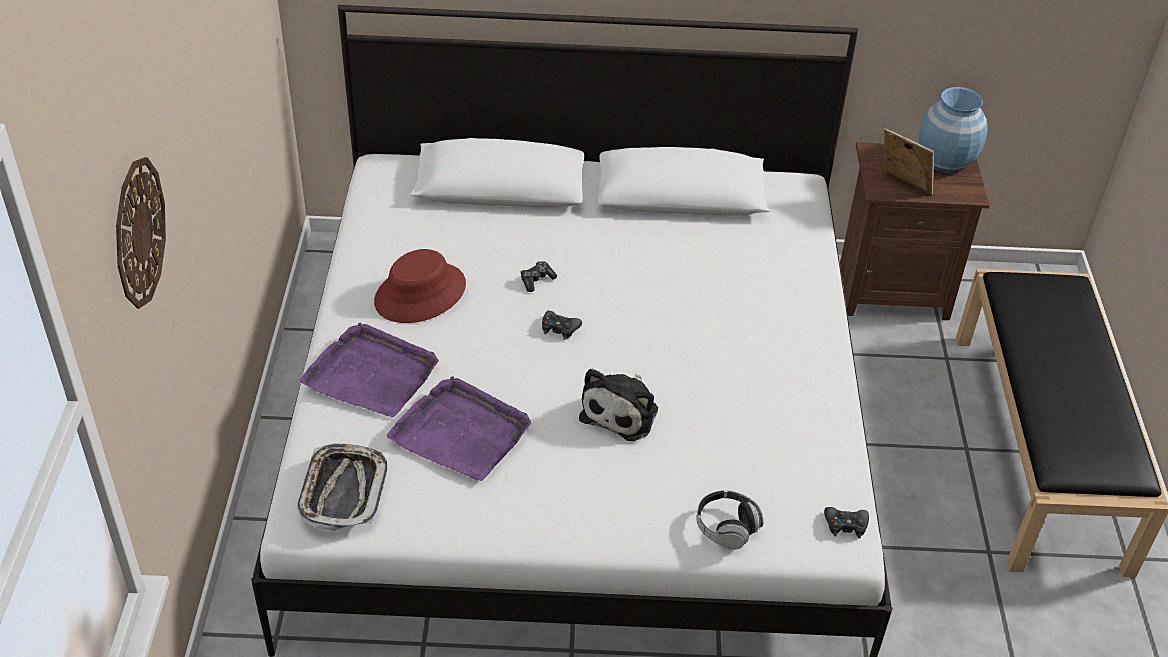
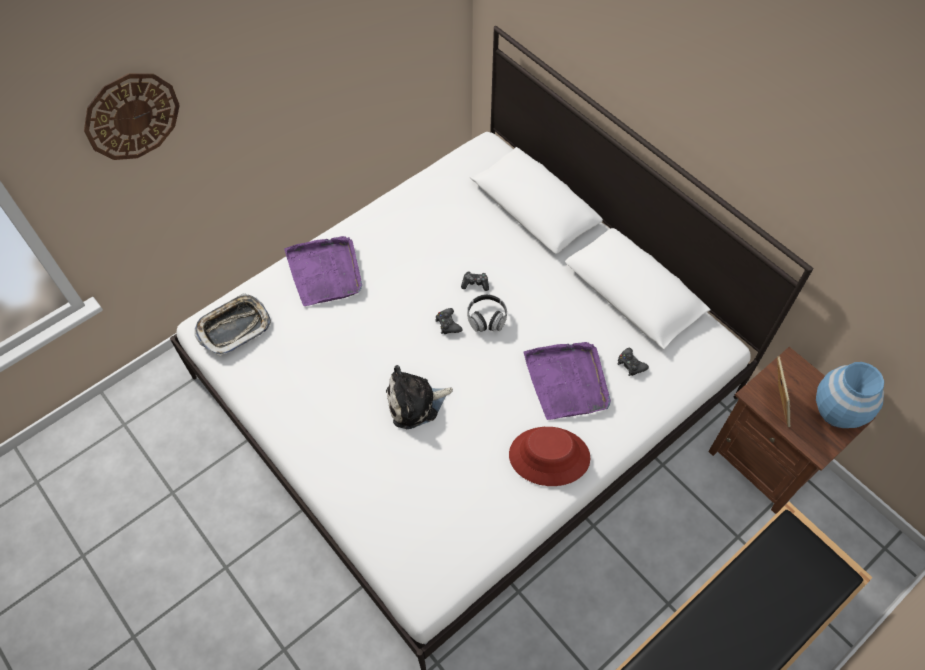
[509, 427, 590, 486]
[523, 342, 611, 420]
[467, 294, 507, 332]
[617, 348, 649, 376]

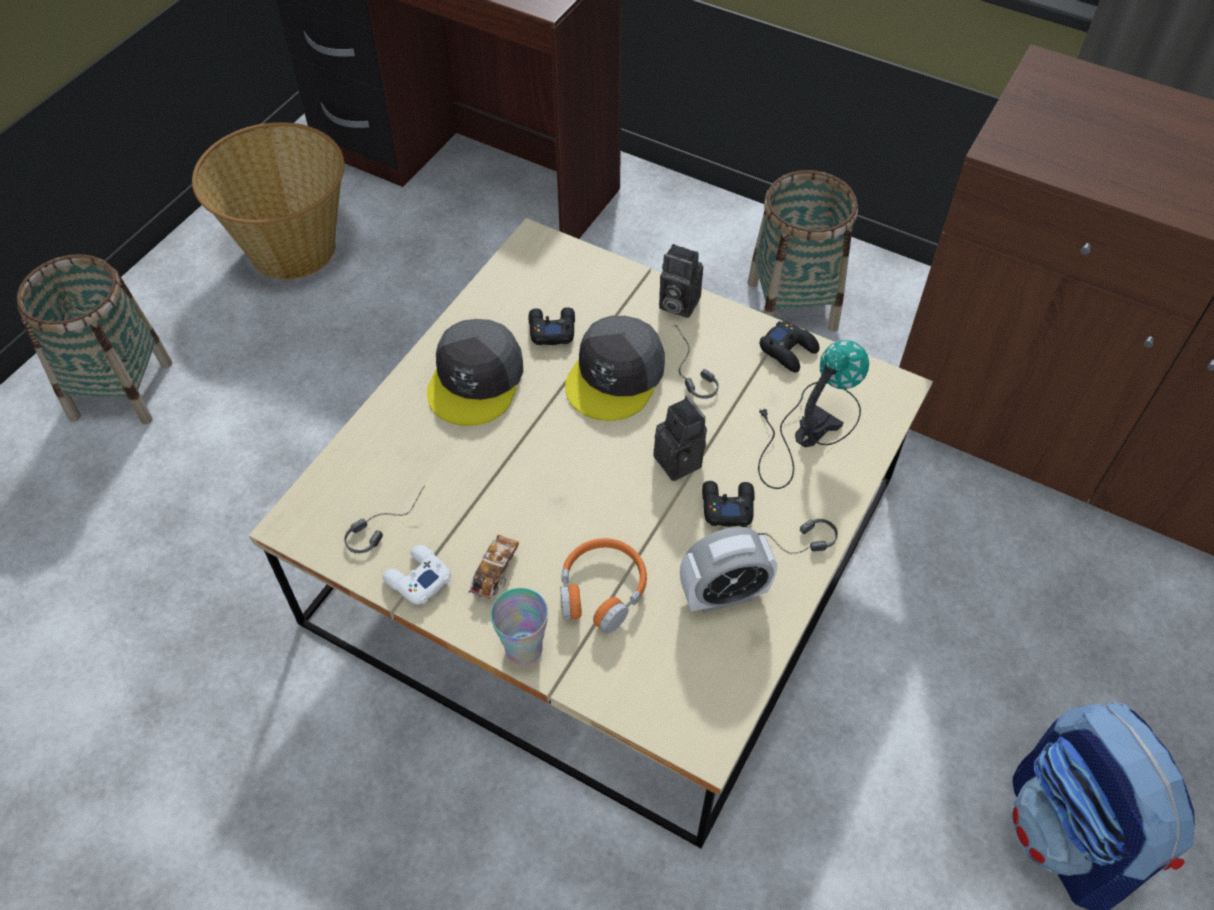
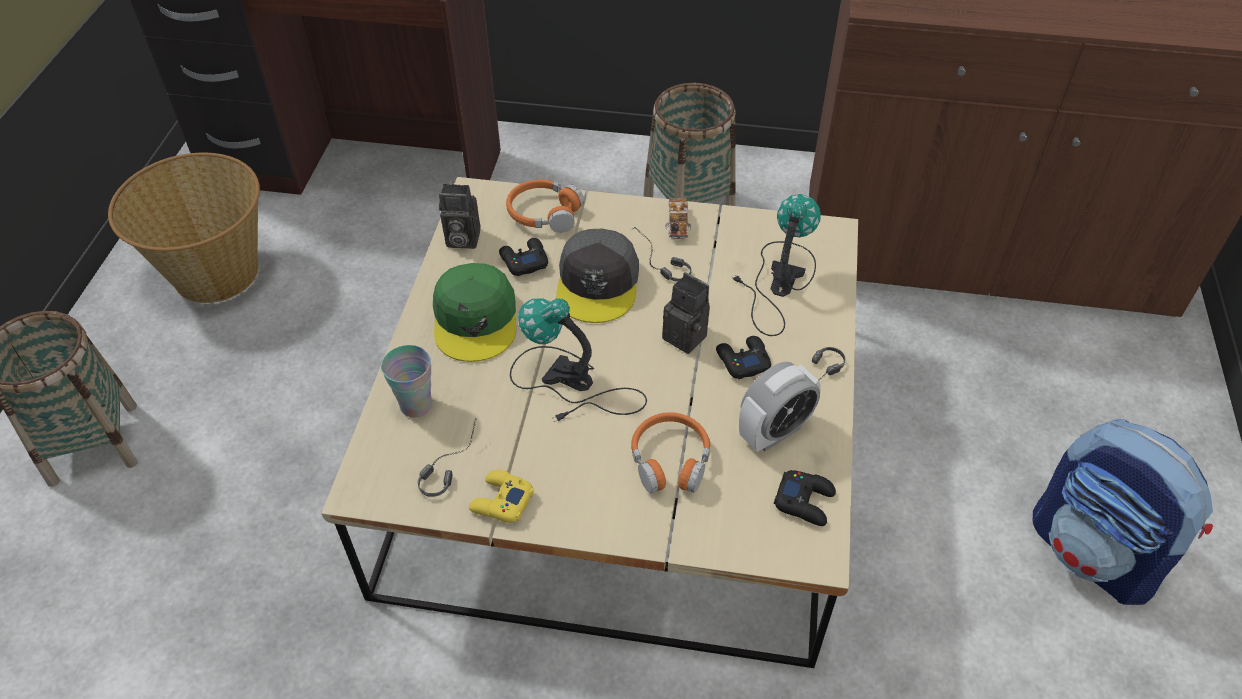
[469, 470, 534, 523]
[433, 263, 516, 362]
[665, 198, 691, 239]
[381, 345, 432, 418]
[439, 184, 481, 249]
[774, 470, 836, 526]
[506, 180, 585, 233]
[510, 298, 647, 422]

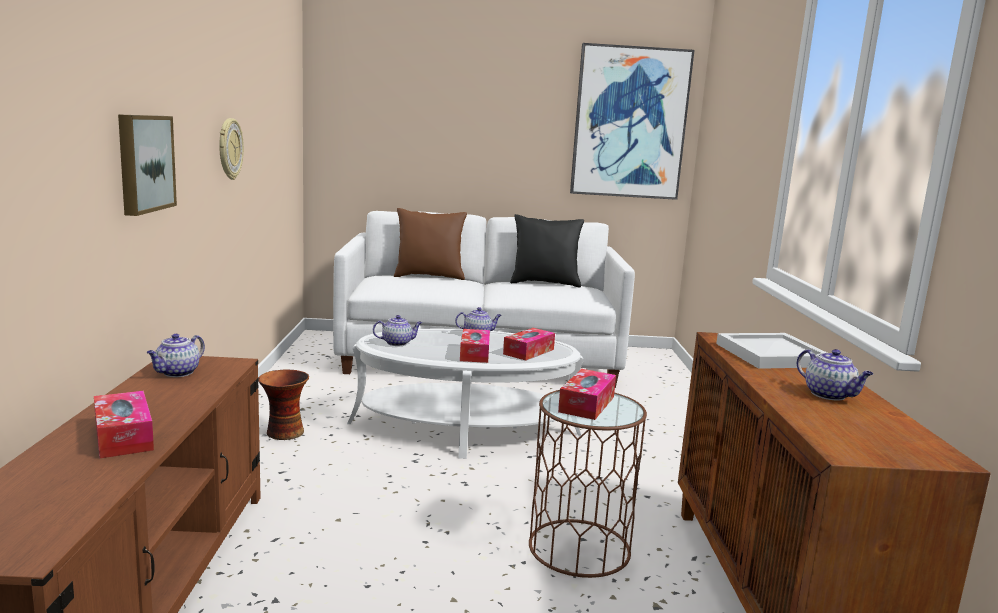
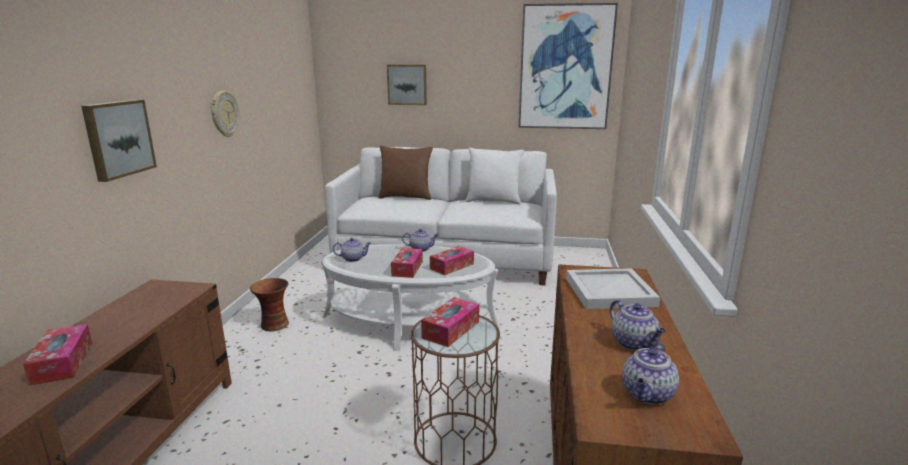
[622, 343, 679, 404]
[466, 147, 524, 205]
[387, 65, 427, 105]

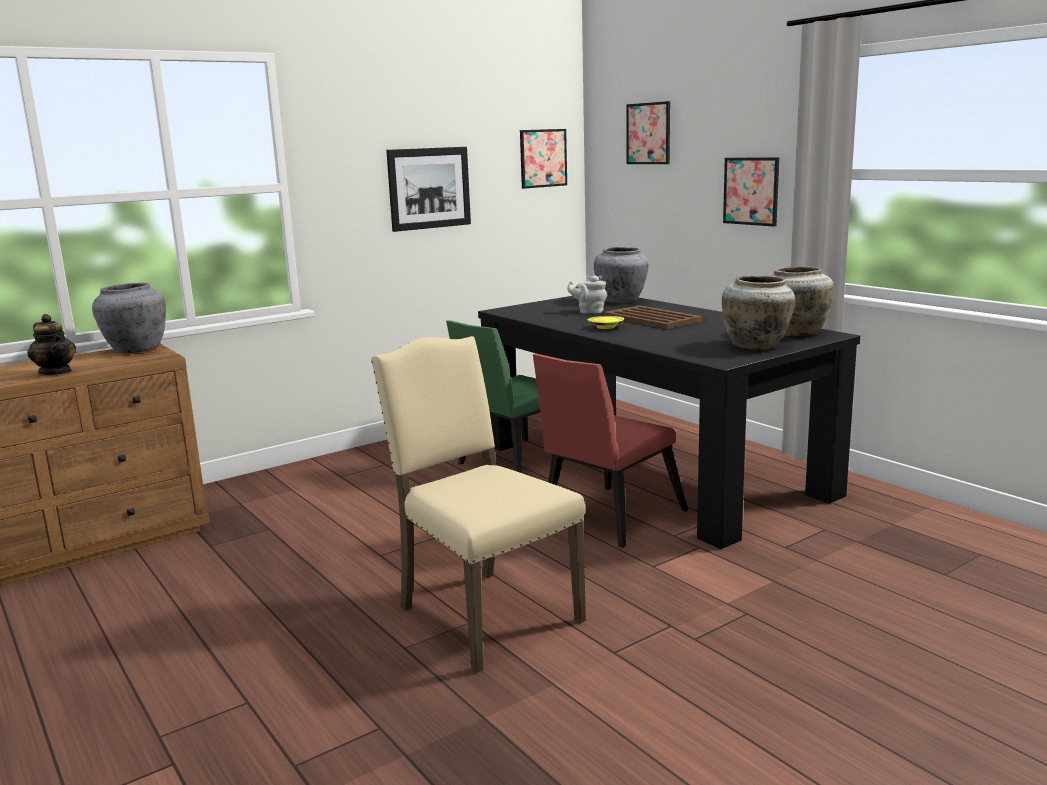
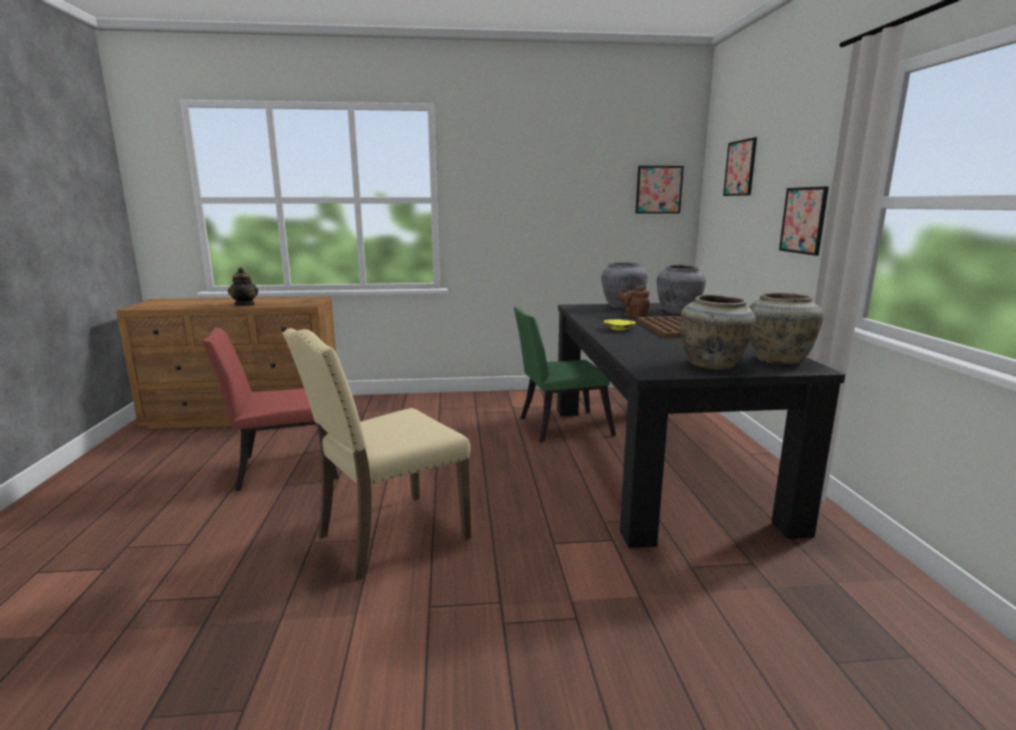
[601, 262, 647, 308]
[282, 328, 471, 581]
[386, 147, 471, 232] (first image)
[203, 328, 339, 491]
[618, 285, 650, 318]

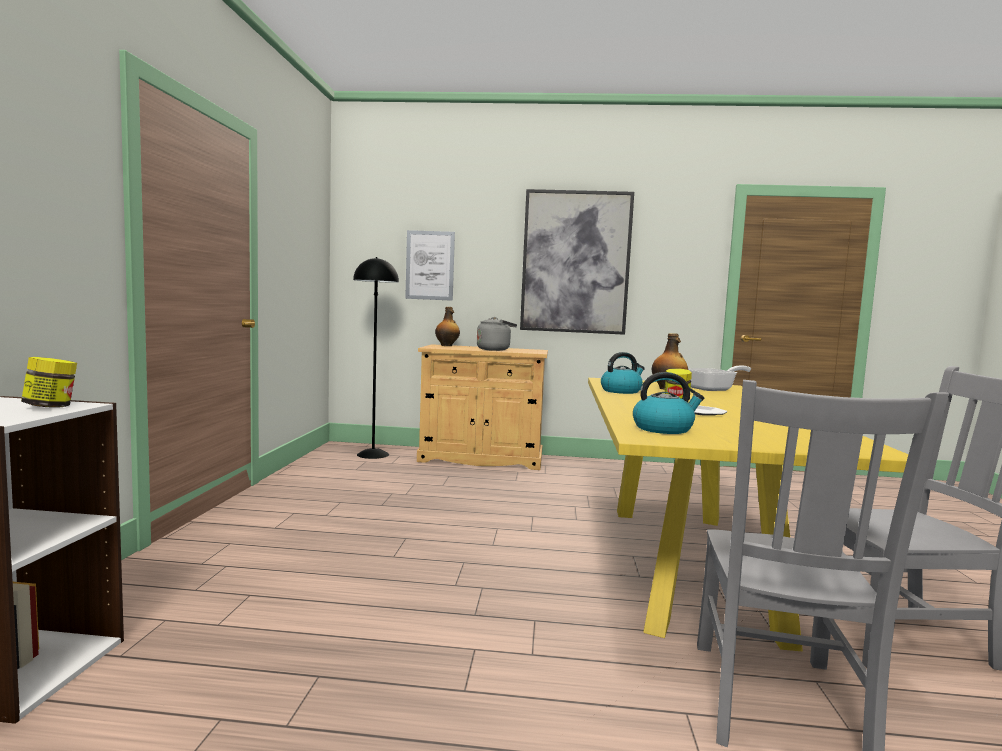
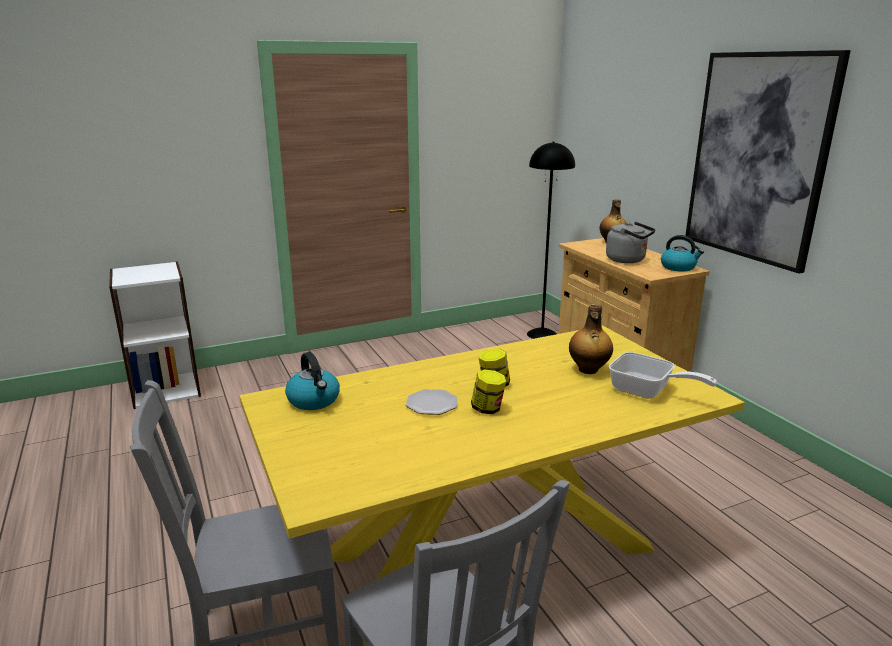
[471, 370, 506, 414]
[405, 230, 455, 301] (first image)
[661, 235, 704, 272]

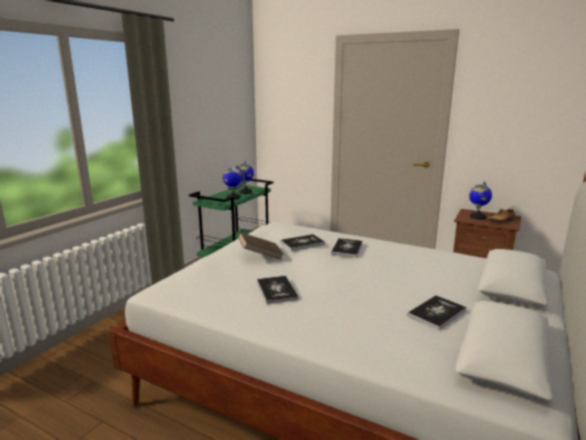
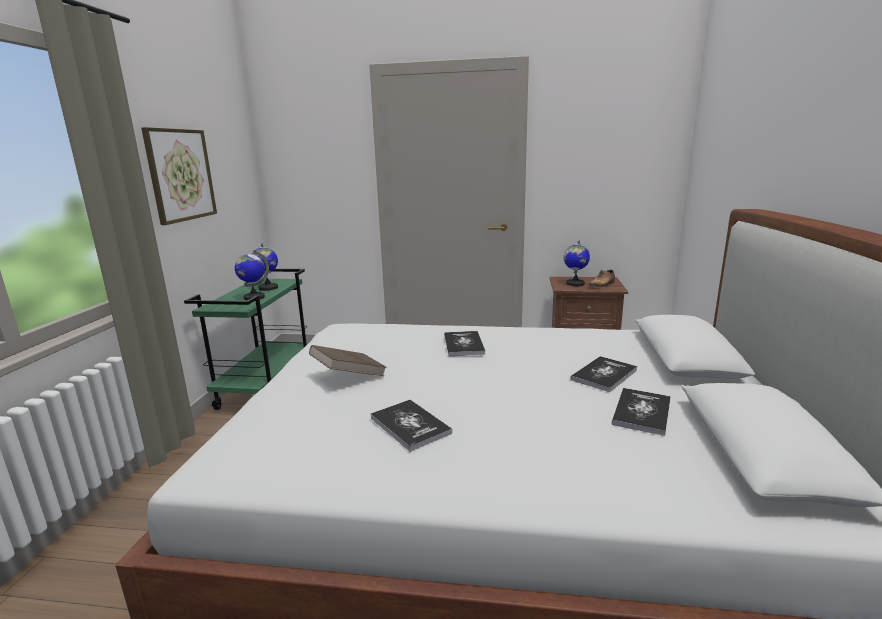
[571, 356, 637, 392]
[141, 127, 217, 225]

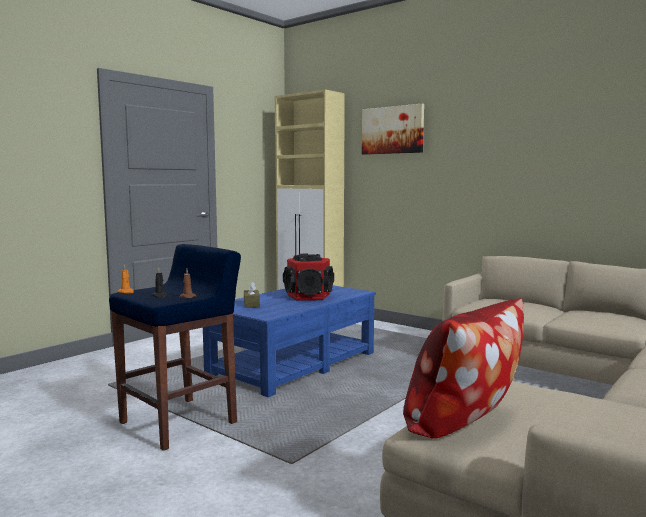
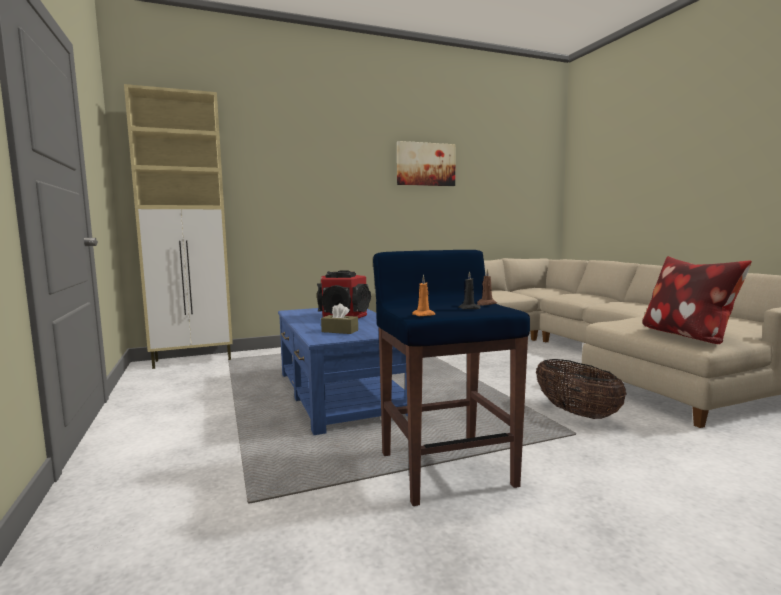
[397, 141, 455, 186]
[536, 359, 627, 419]

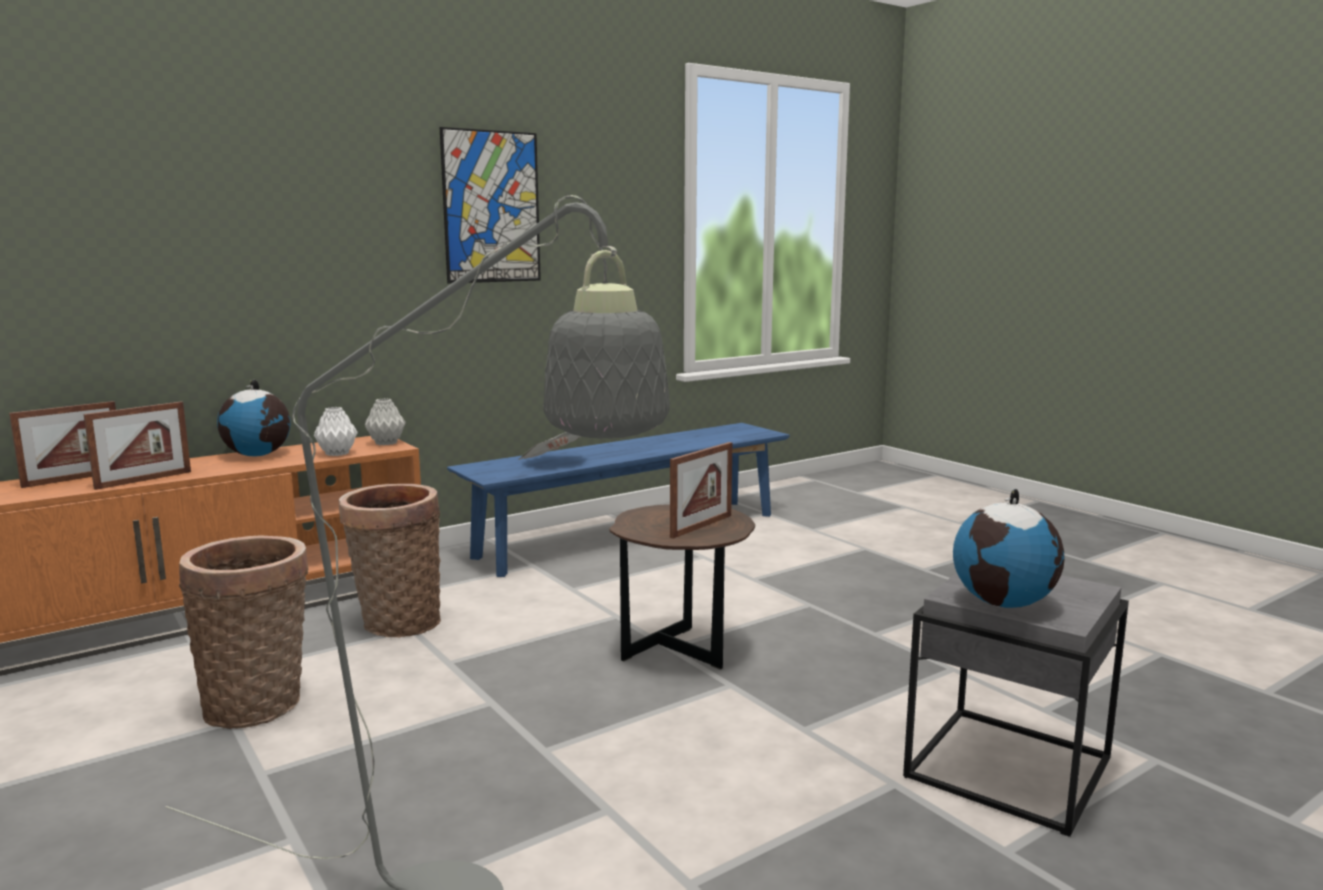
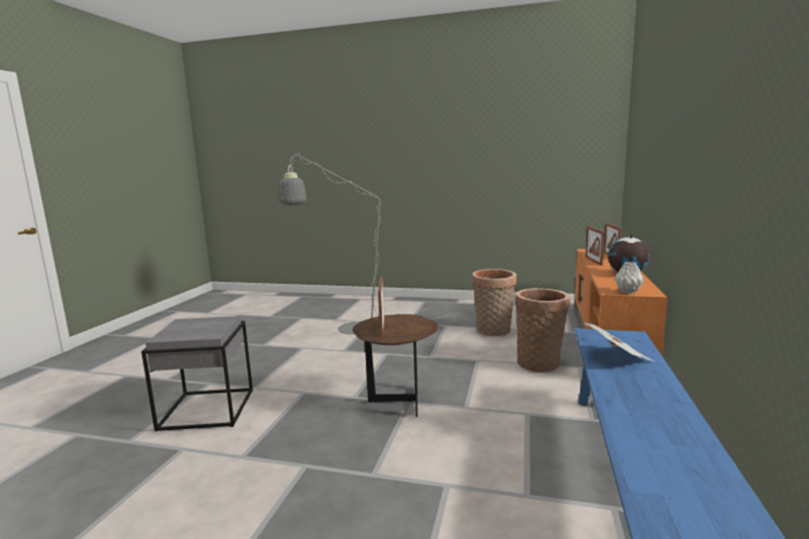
[314, 407, 358, 456] (first image)
[440, 127, 541, 283] (first image)
[953, 489, 1065, 608] (first image)

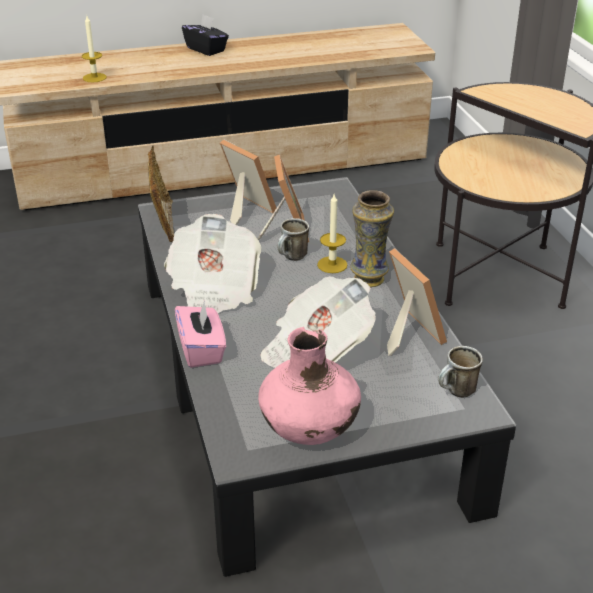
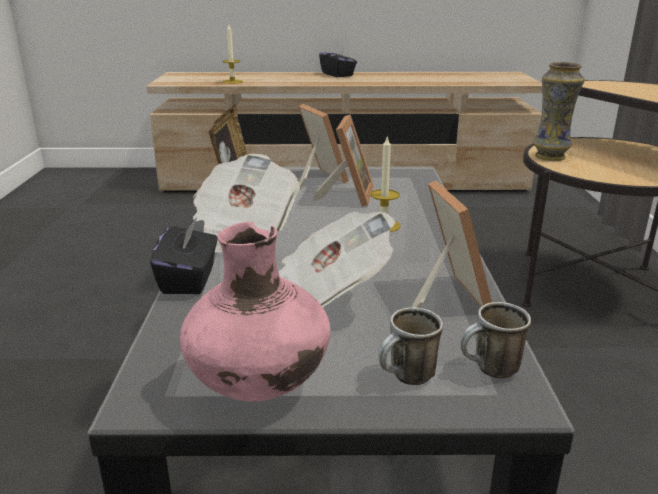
[150, 218, 218, 294]
[378, 307, 443, 385]
[533, 62, 585, 161]

